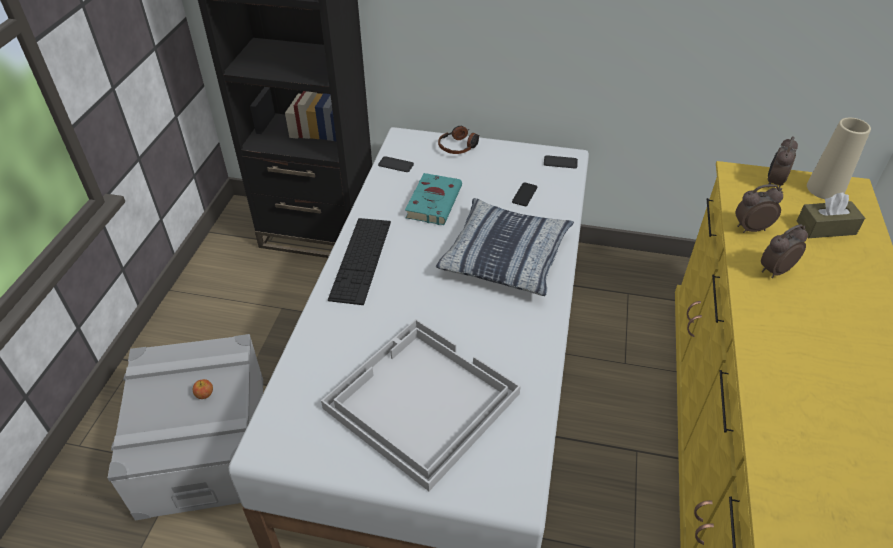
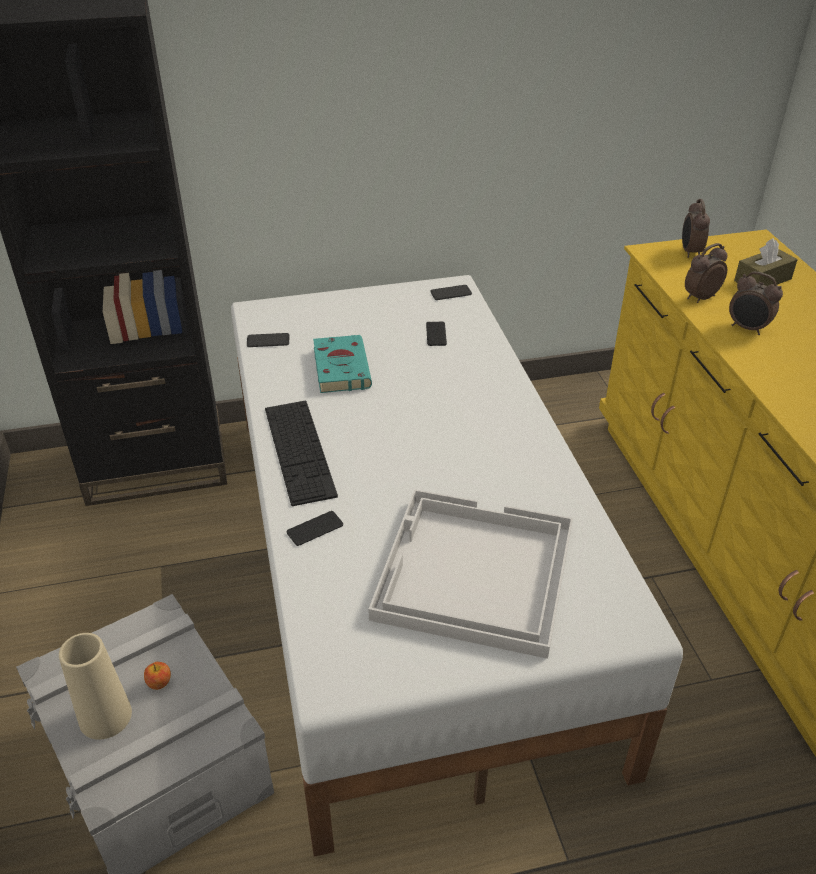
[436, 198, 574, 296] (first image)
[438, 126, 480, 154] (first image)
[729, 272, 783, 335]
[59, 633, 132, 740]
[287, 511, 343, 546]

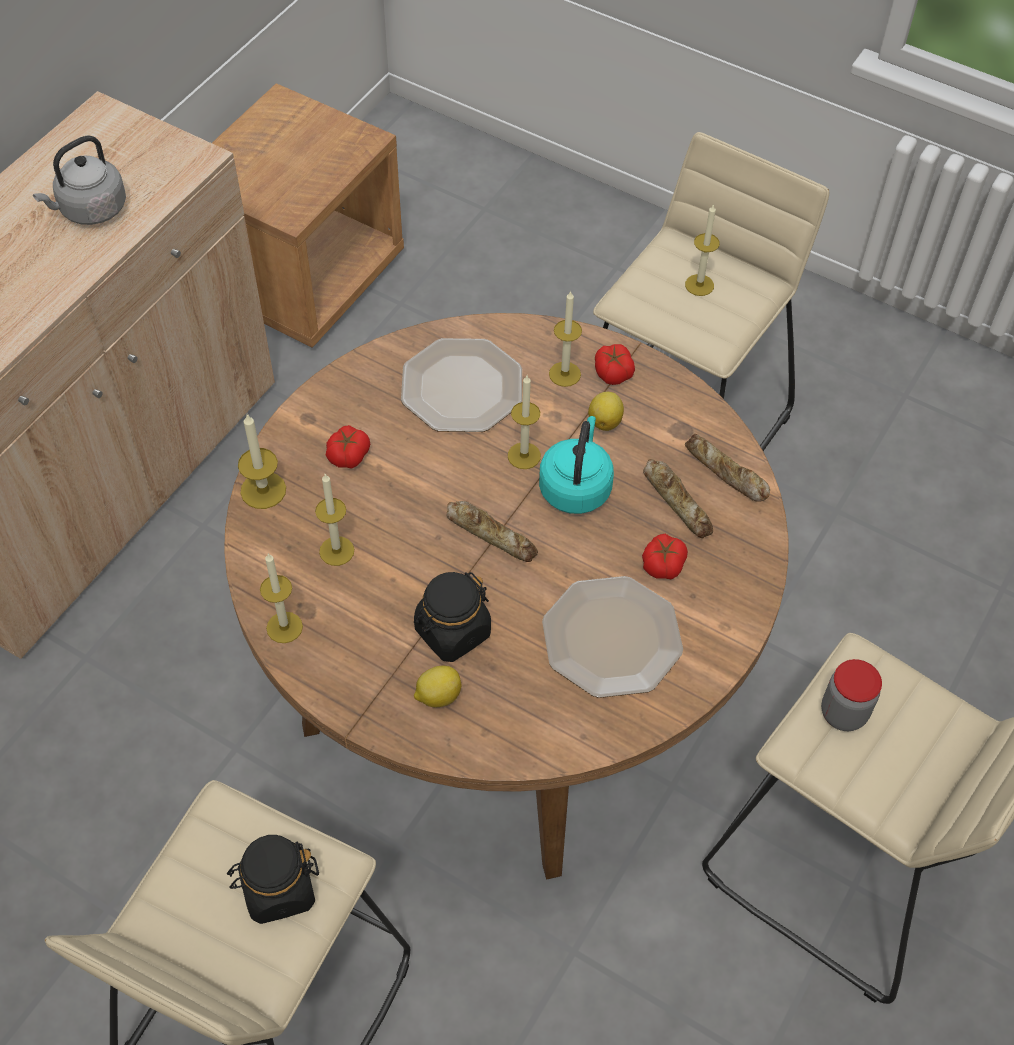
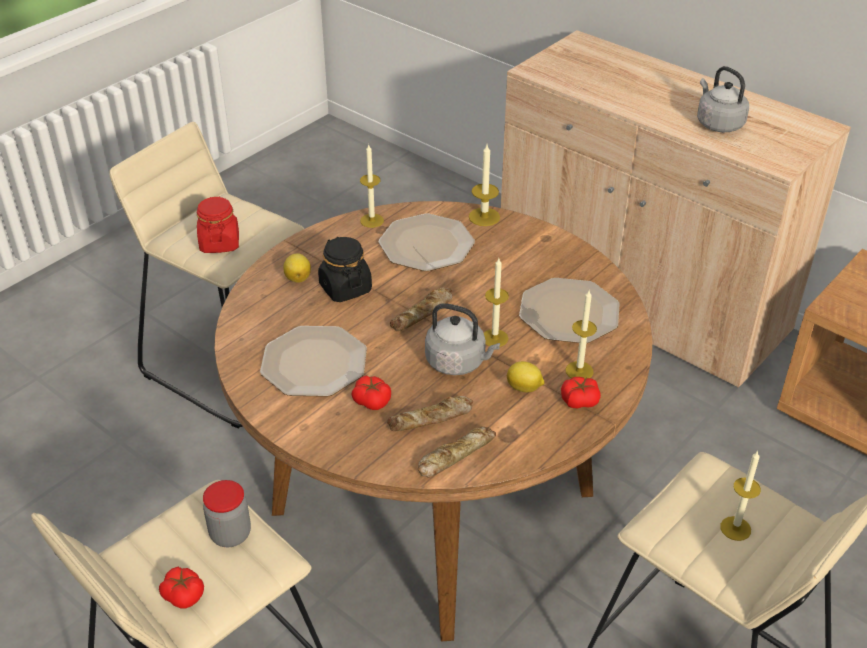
[197, 196, 239, 253]
[379, 214, 475, 271]
[159, 567, 204, 608]
[425, 303, 500, 375]

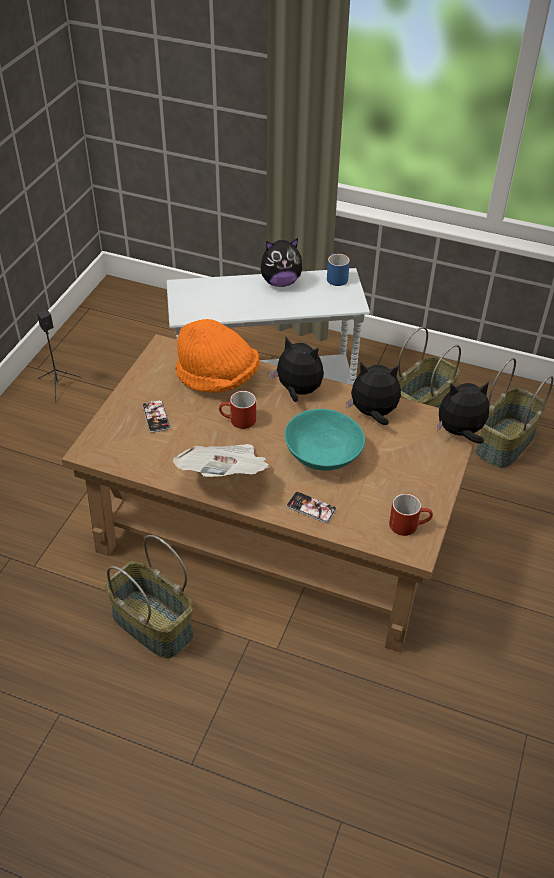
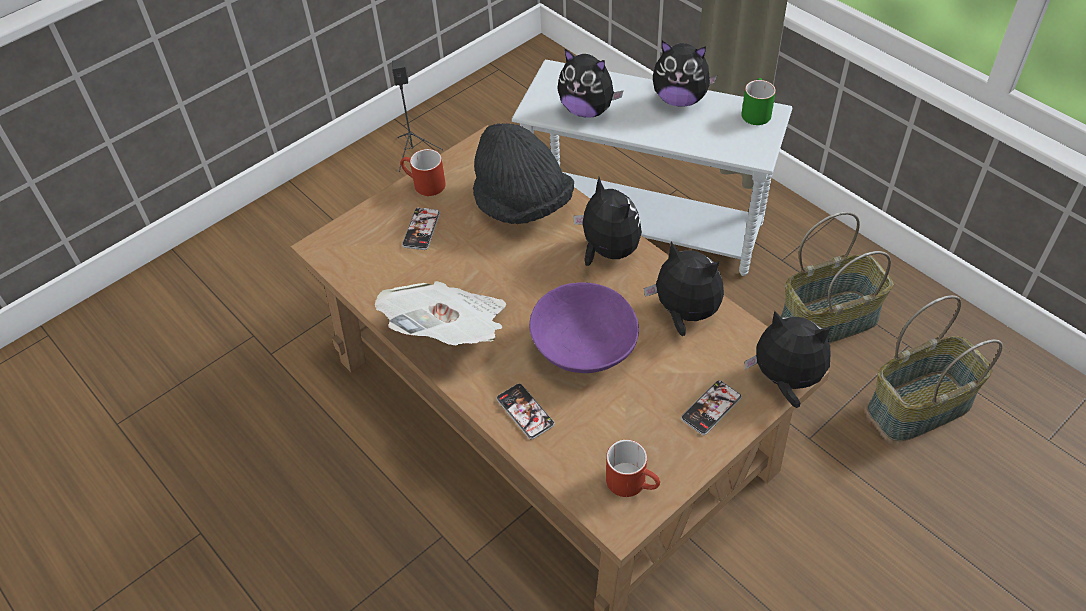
[105, 535, 194, 658] (first image)
[473, 123, 574, 224]
[400, 149, 446, 196]
[529, 282, 639, 373]
[741, 78, 776, 125]
[557, 48, 623, 118]
[681, 380, 742, 435]

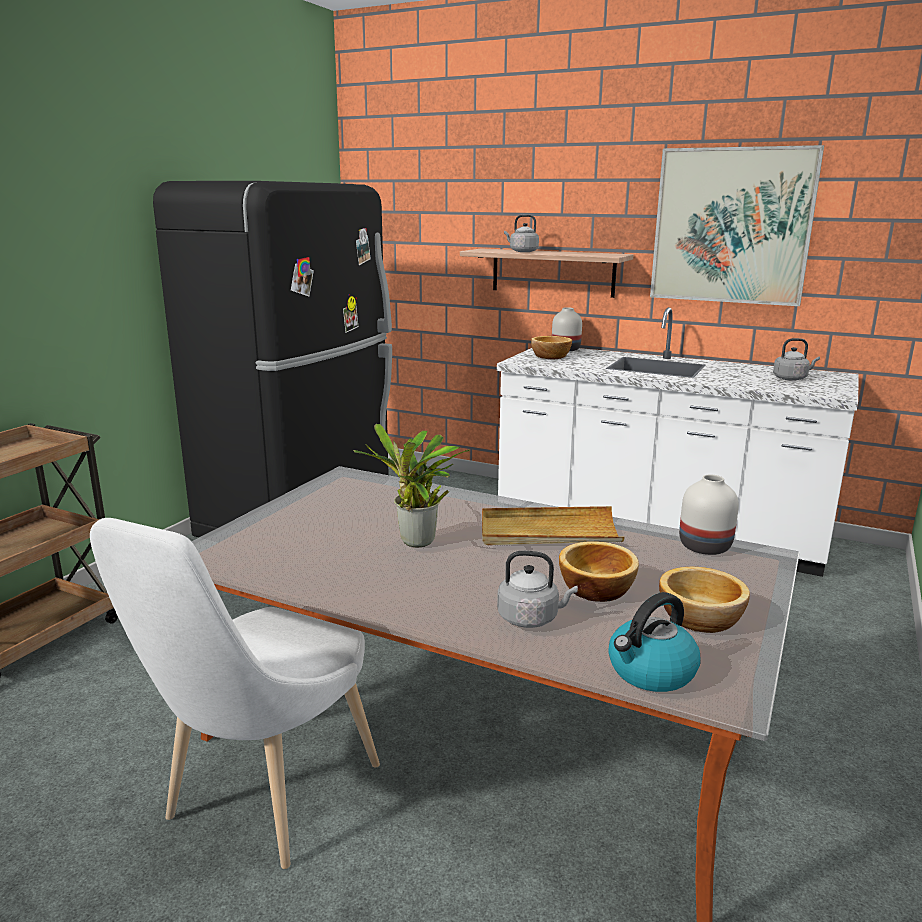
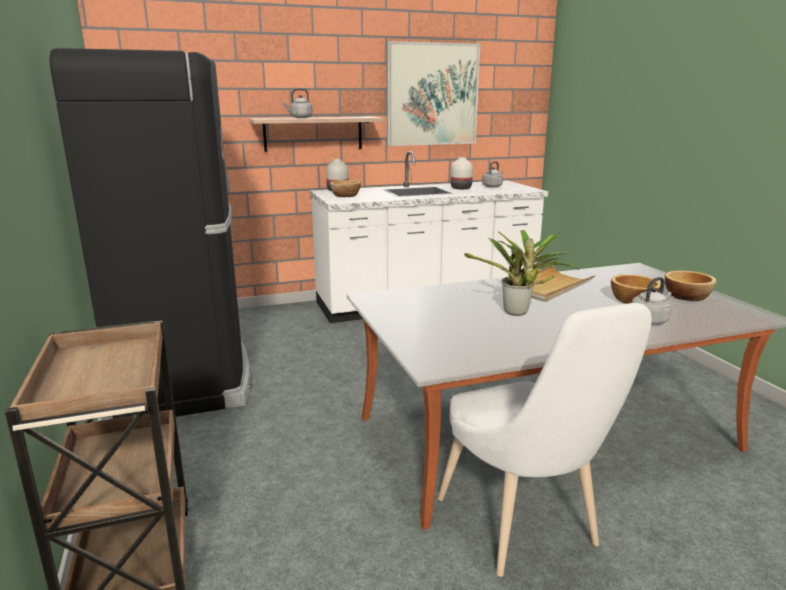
[608, 592, 701, 692] (first image)
[451, 157, 473, 189]

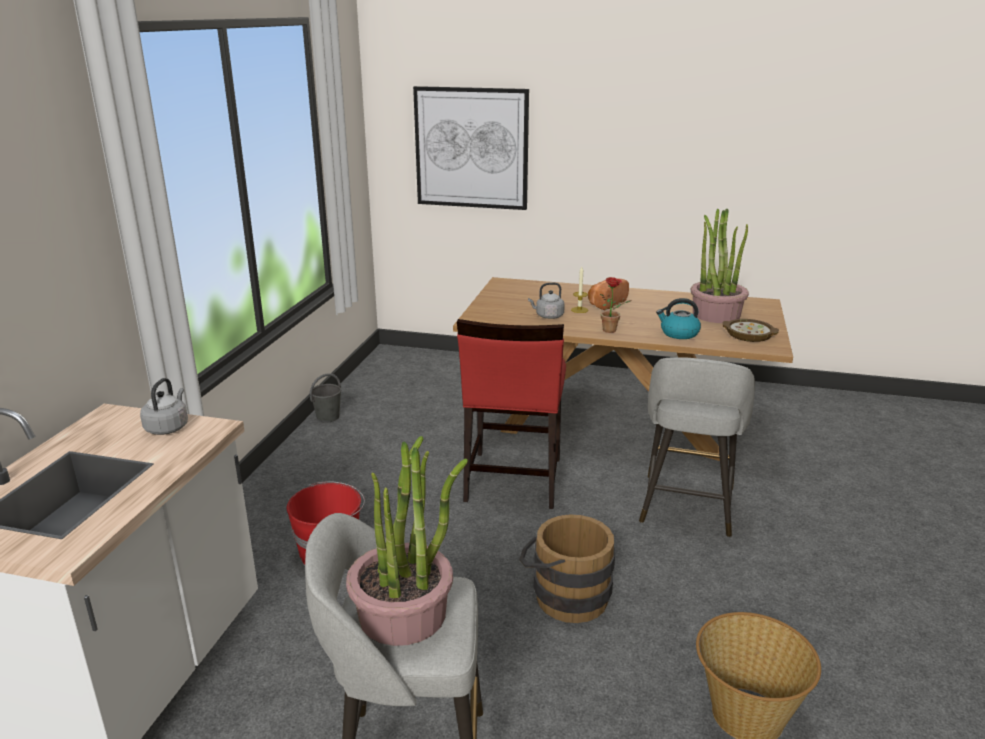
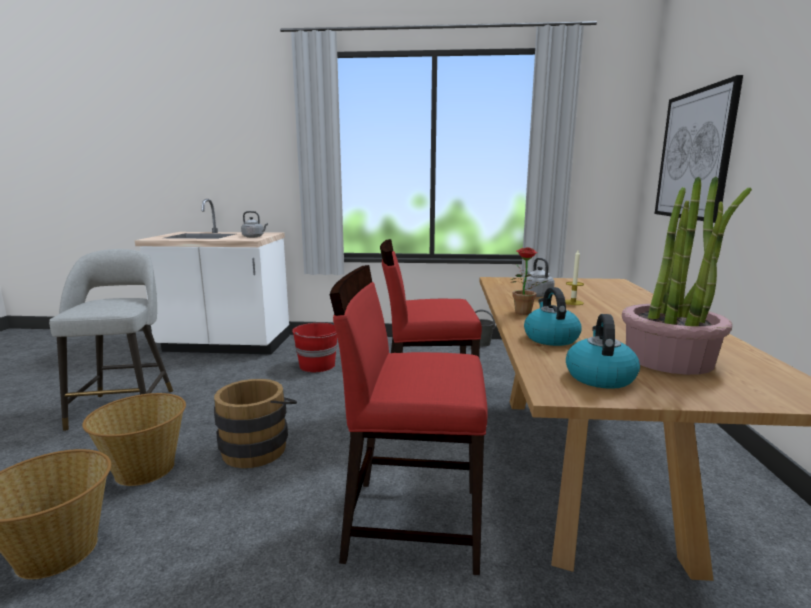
[346, 436, 468, 646] (first image)
[588, 278, 629, 310] (first image)
[330, 265, 488, 575]
[566, 314, 640, 389]
[82, 393, 186, 486]

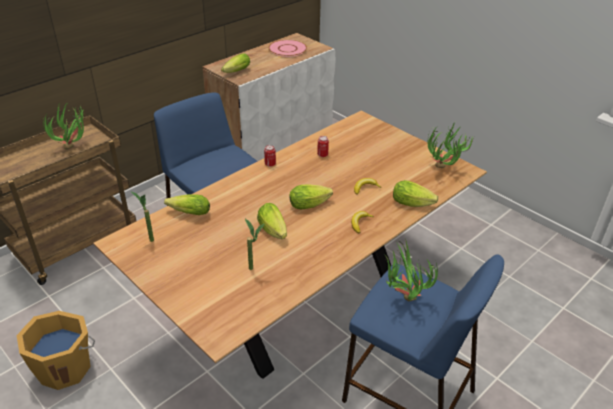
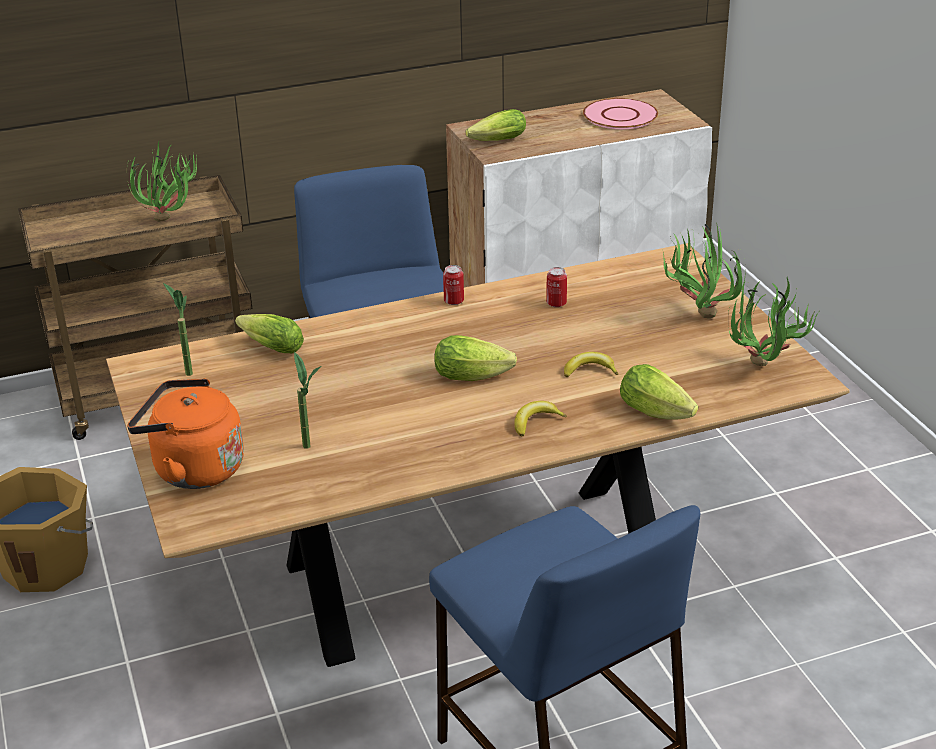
[257, 203, 287, 239] (first image)
[663, 223, 745, 318]
[127, 378, 244, 489]

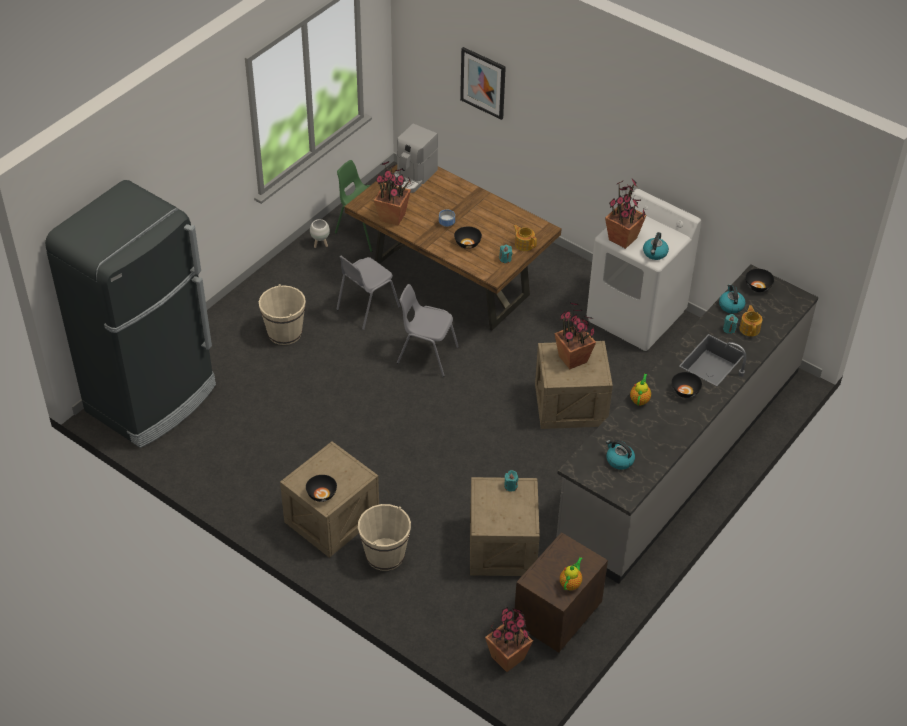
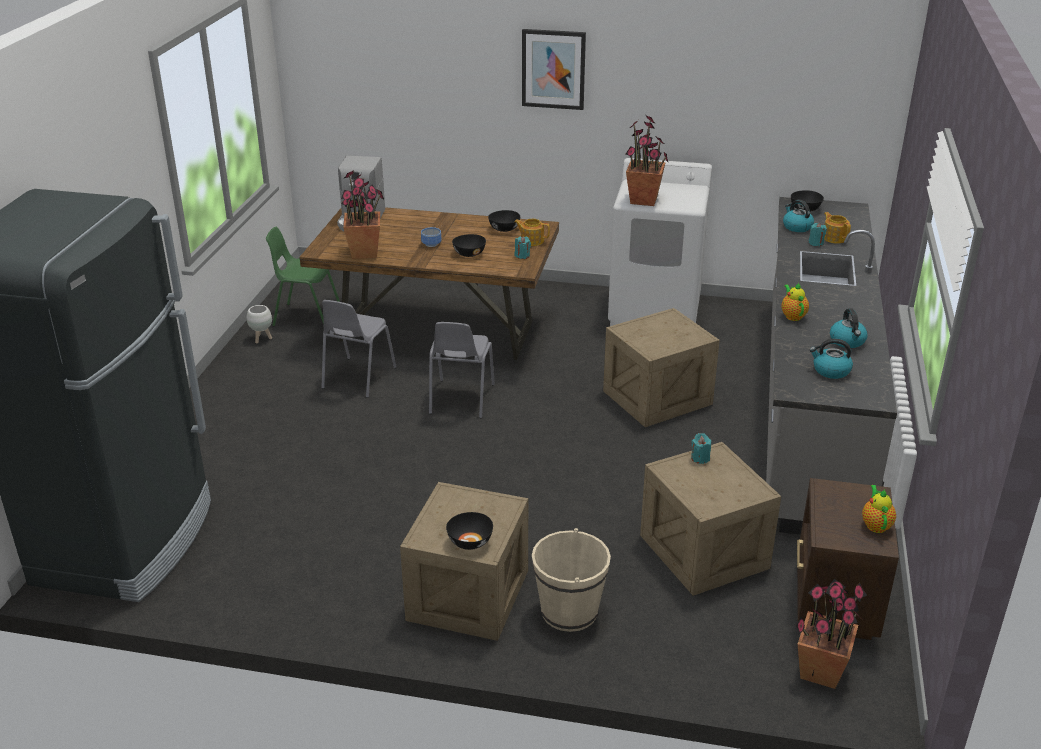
[259, 284, 306, 345] (first image)
[429, 322, 495, 418]
[522, 29, 586, 110]
[554, 303, 596, 369] (first image)
[830, 308, 868, 348]
[488, 210, 520, 232]

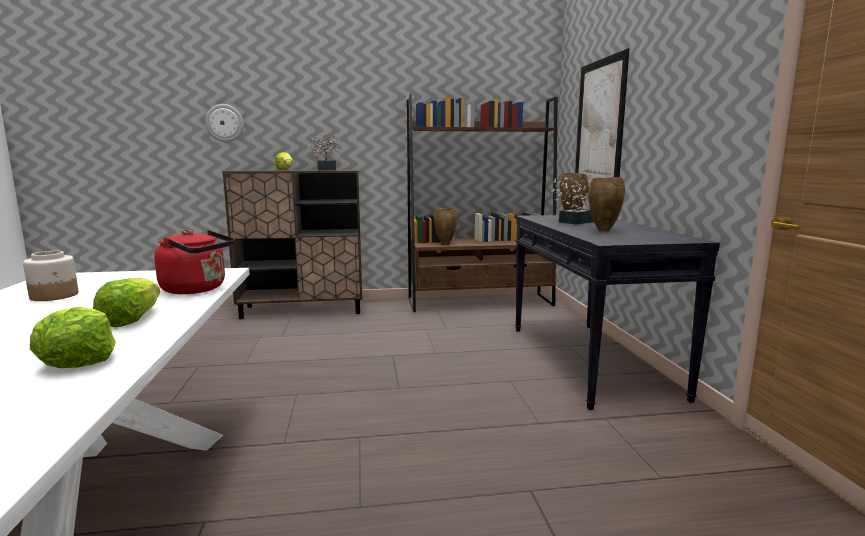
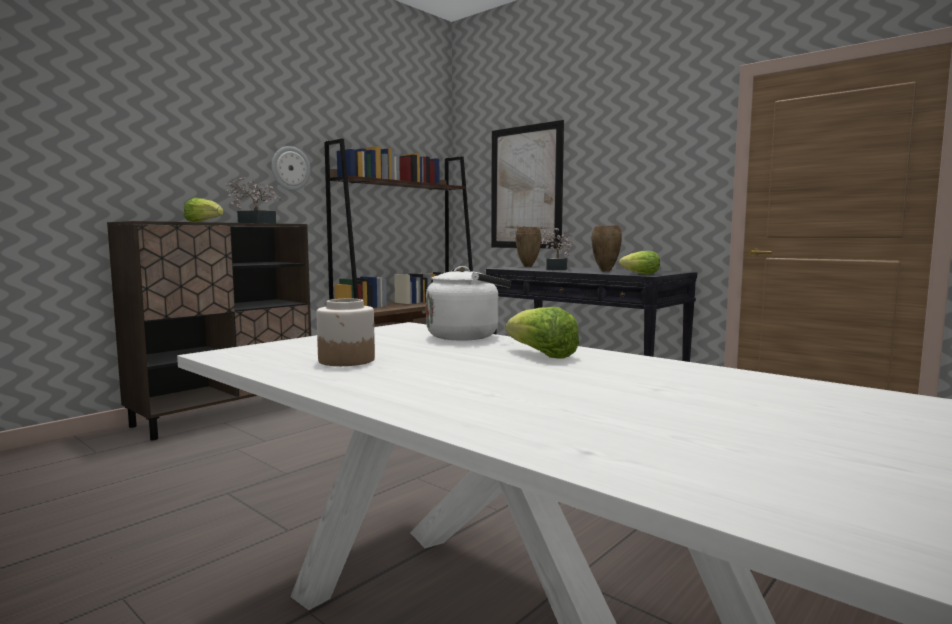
[619, 251, 660, 274]
[426, 266, 511, 341]
[271, 146, 310, 191]
[434, 208, 457, 245] (first image)

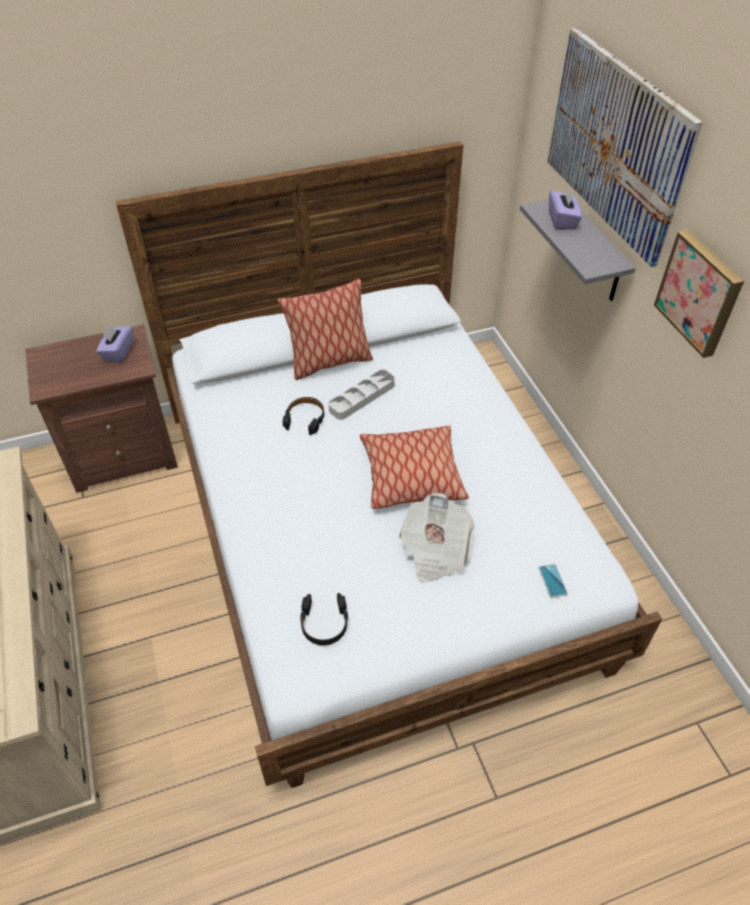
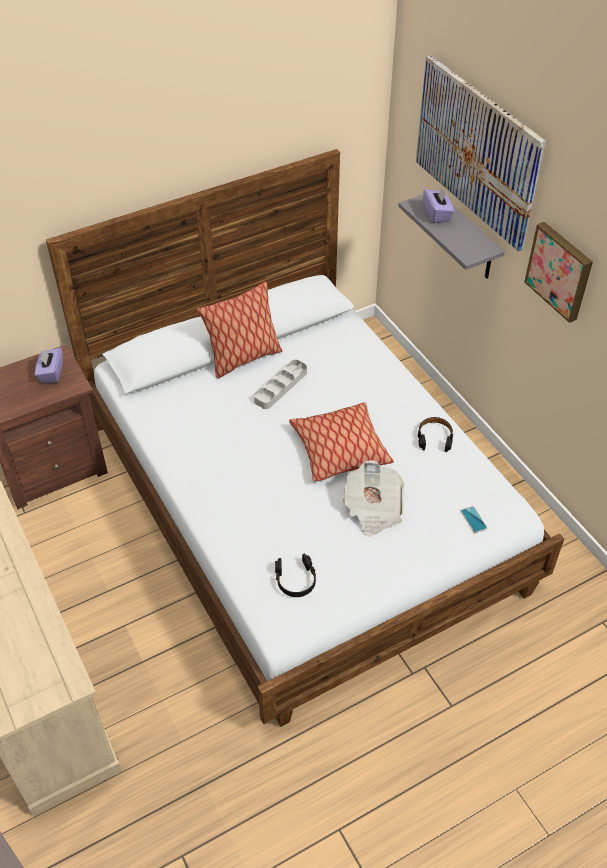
[418, 417, 453, 452]

